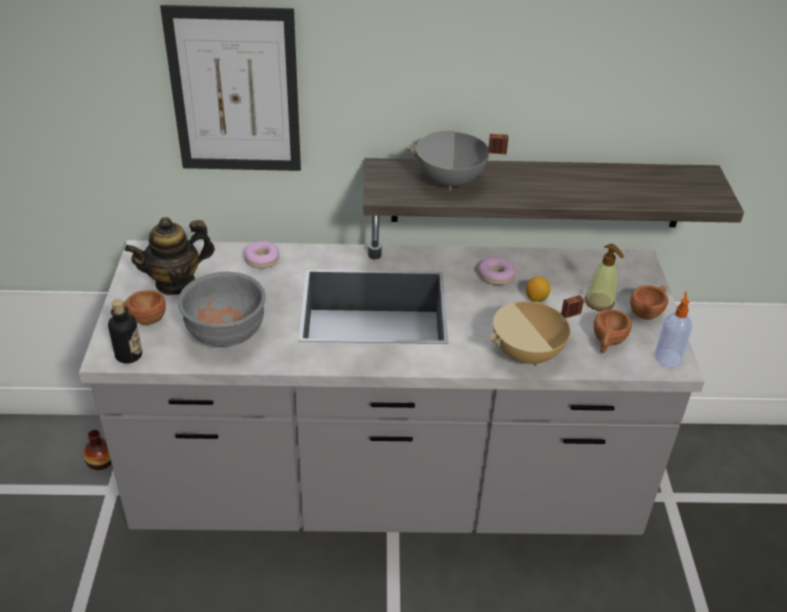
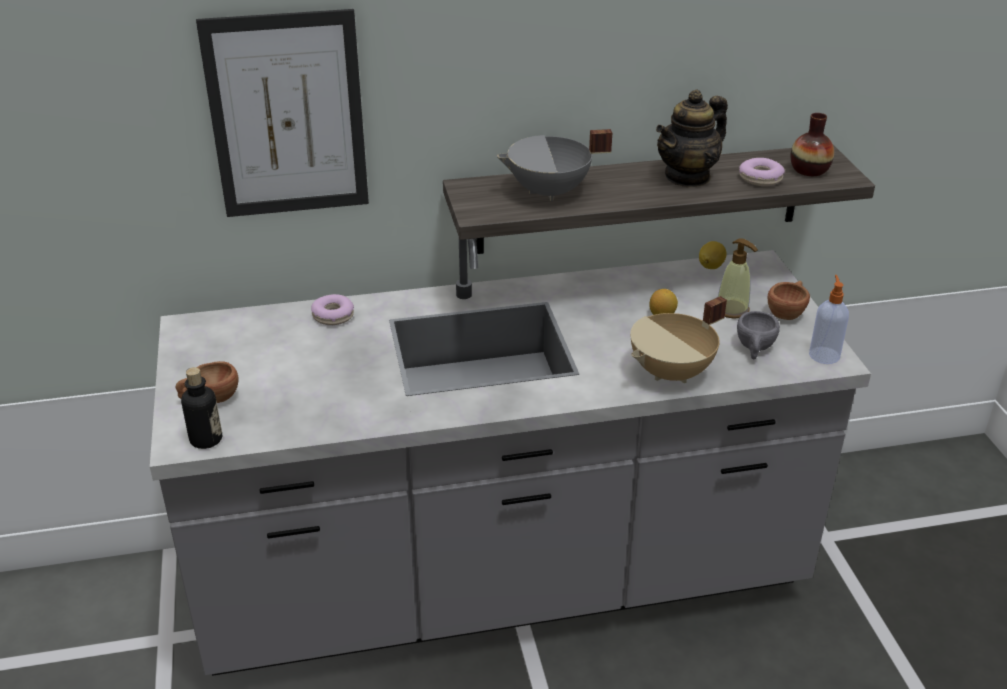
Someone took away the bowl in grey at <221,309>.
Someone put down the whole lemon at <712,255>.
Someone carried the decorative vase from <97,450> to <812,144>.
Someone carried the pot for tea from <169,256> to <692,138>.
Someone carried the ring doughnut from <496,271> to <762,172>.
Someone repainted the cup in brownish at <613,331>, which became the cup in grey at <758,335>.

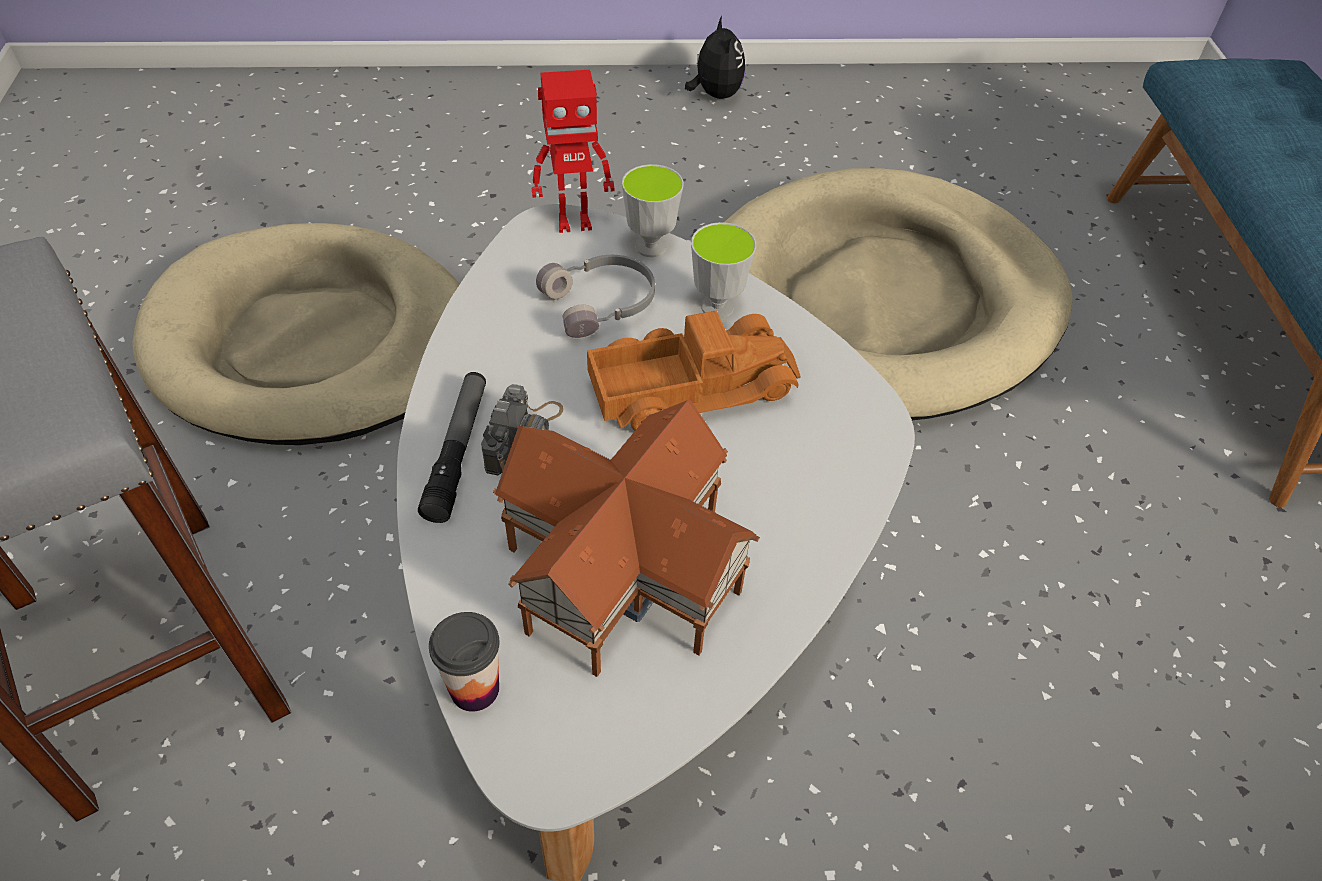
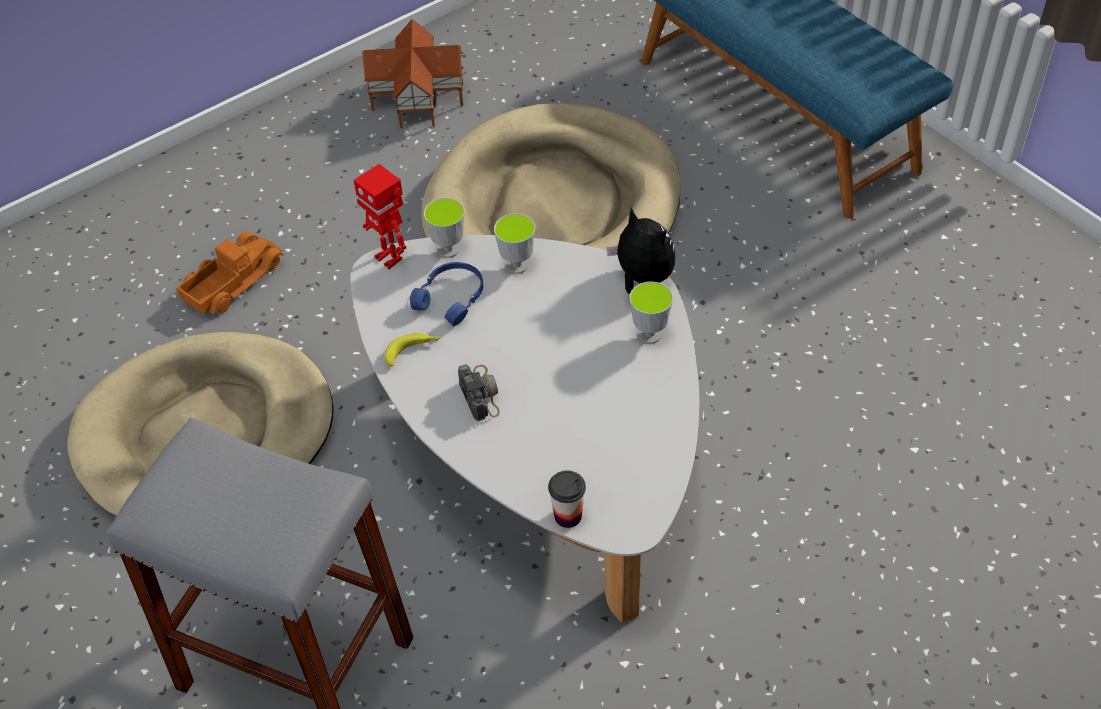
Someone took away the hand torch at <452,447>.
Someone put down the banana fruit at <413,350>.
Someone put down the cup at <651,312>.
Someone carried the miniature house from <626,538> to <412,73>.
Someone carried the model truck from <694,370> to <230,273>.
Someone carried the cuddly toy from <715,57> to <641,251>.
Someone repainted the headset in grey at <595,296>, which became the headset in blue-coloured at <446,294>.
Someone rotated the toy robot at <572,151> by 90 degrees clockwise.

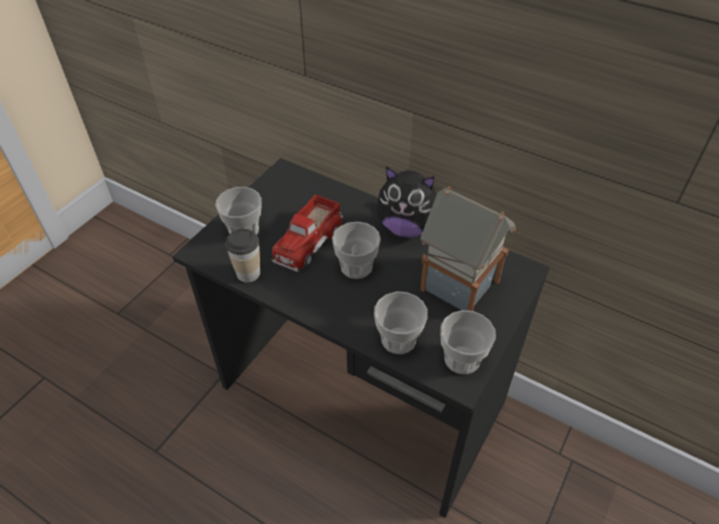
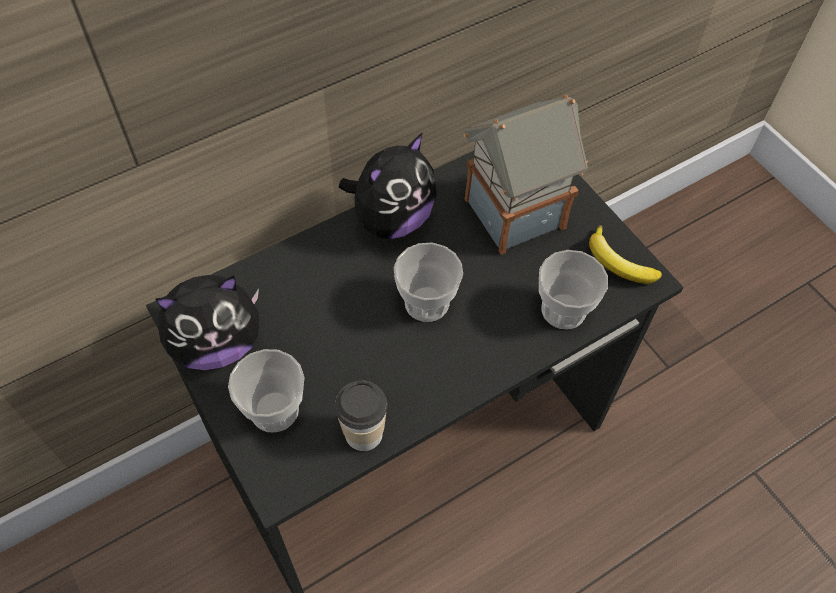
Someone took away the model truck at <307,233>.
Someone put down the cuddly toy at <207,322>.
Someone swapped the cup at <468,342> for the banana fruit at <625,254>.

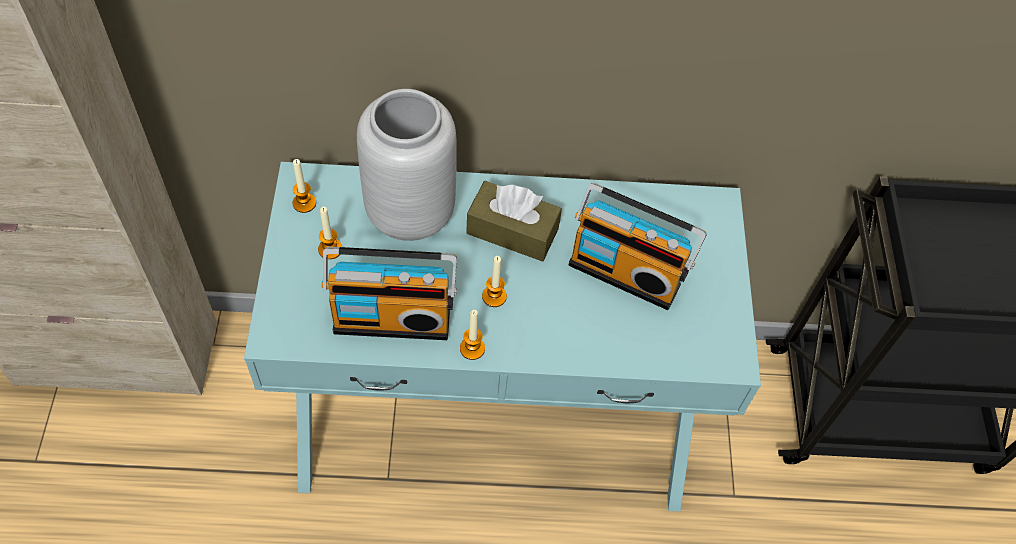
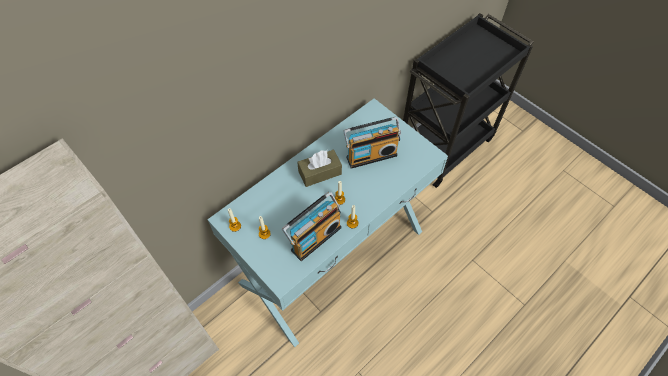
Someone took away the decorative vase in grey at <407,165>.

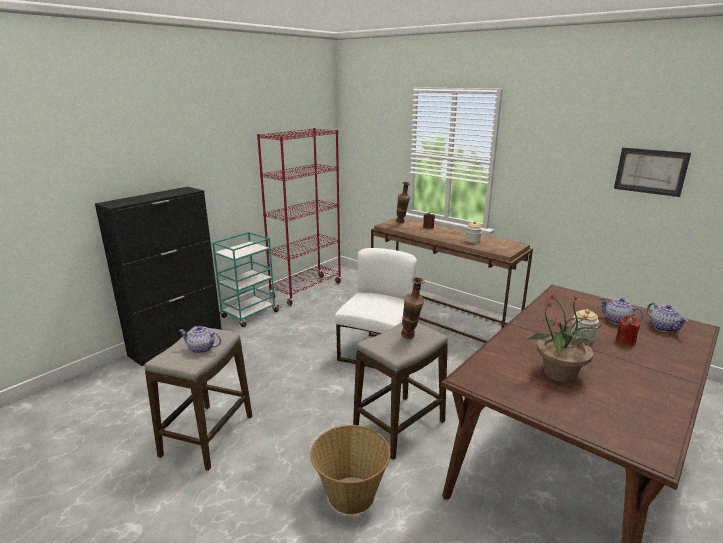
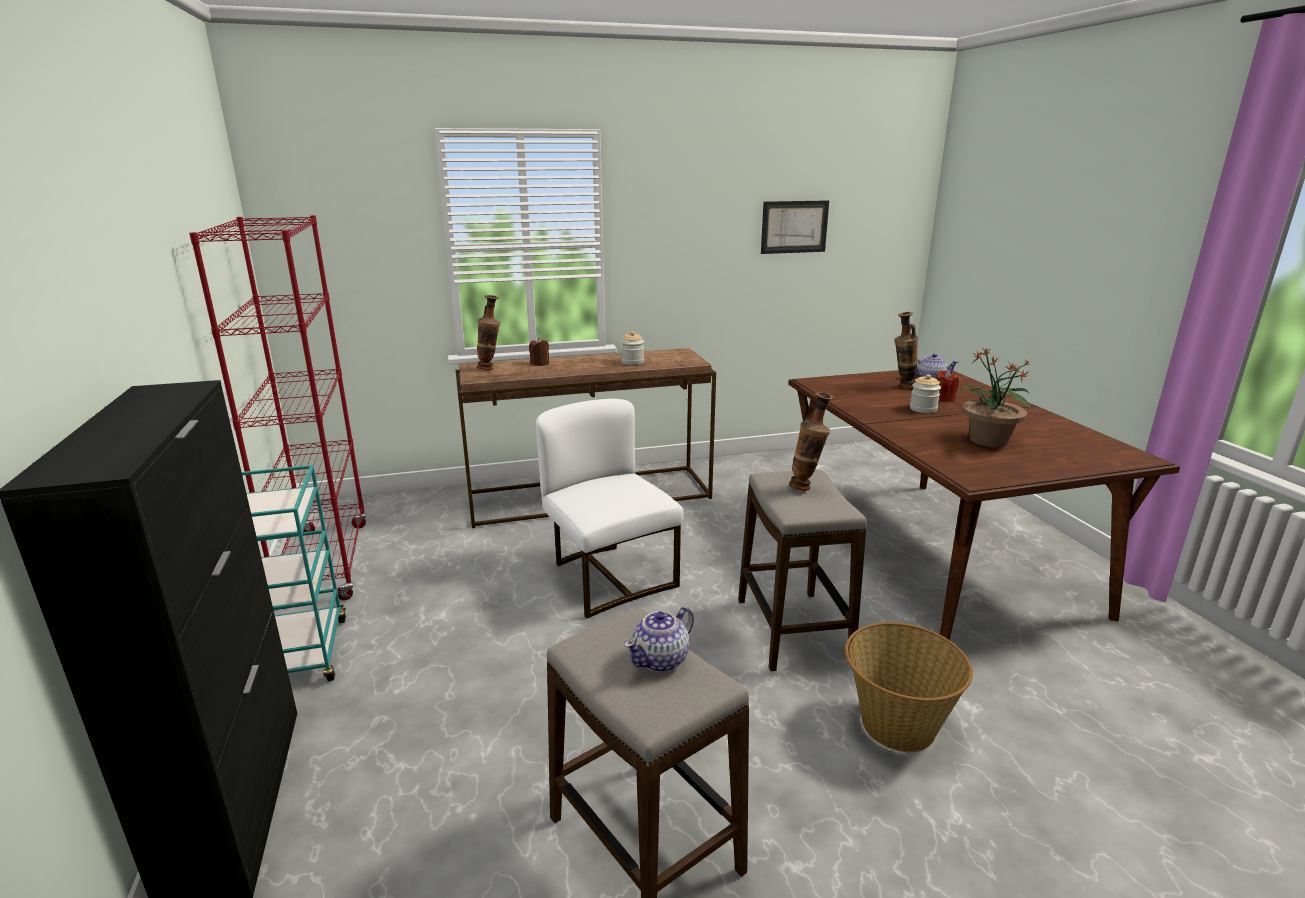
Someone swapped the pot for tea at <622,310> for the decorative vase at <906,350>.

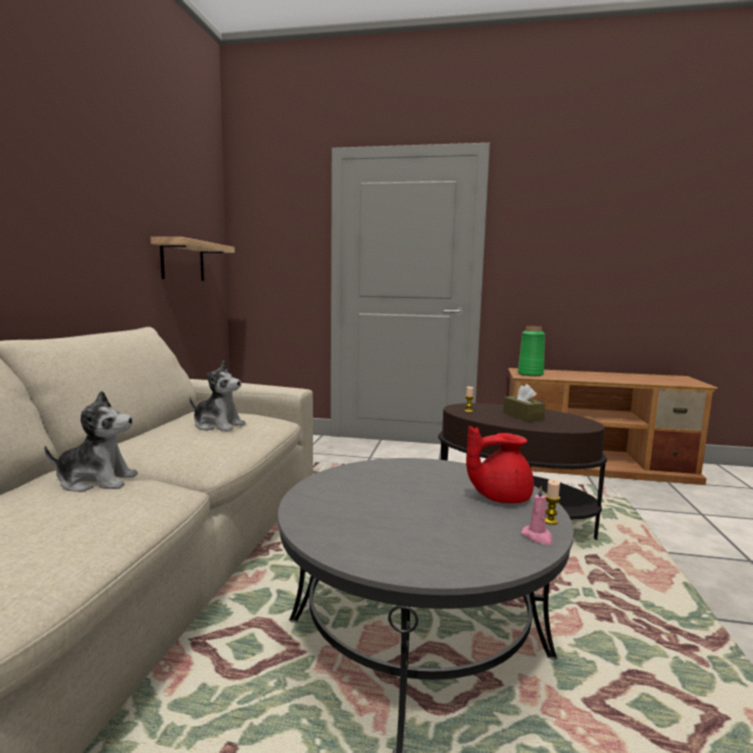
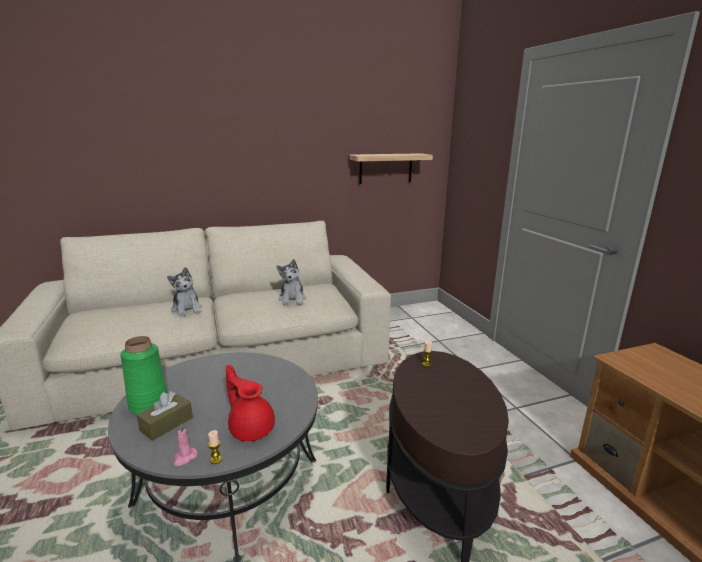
Someone carried the tissue holder in brownish from <524,403> to <165,416>.
Someone carried the decorative vase in greenish from <531,351> to <143,375>.

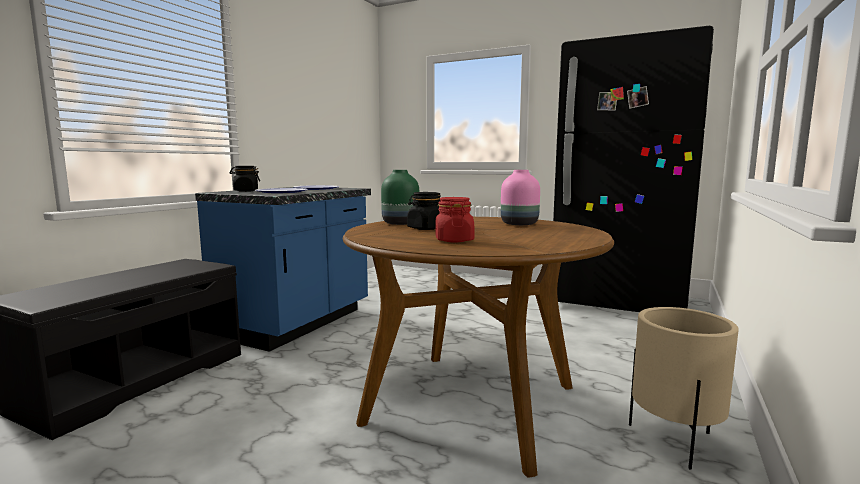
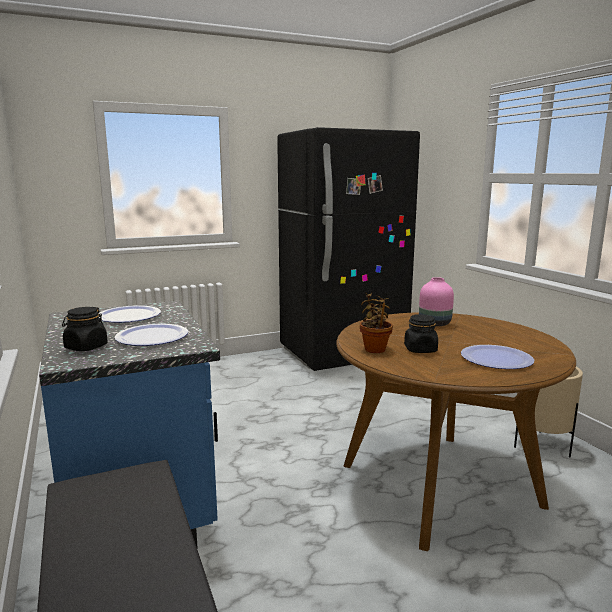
Someone swapped the decorative vase in greenish at <400,197> for the houseplant at <376,323>.
Someone swapped the preserve jar in reddish at <454,219> for the plate at <497,357>.

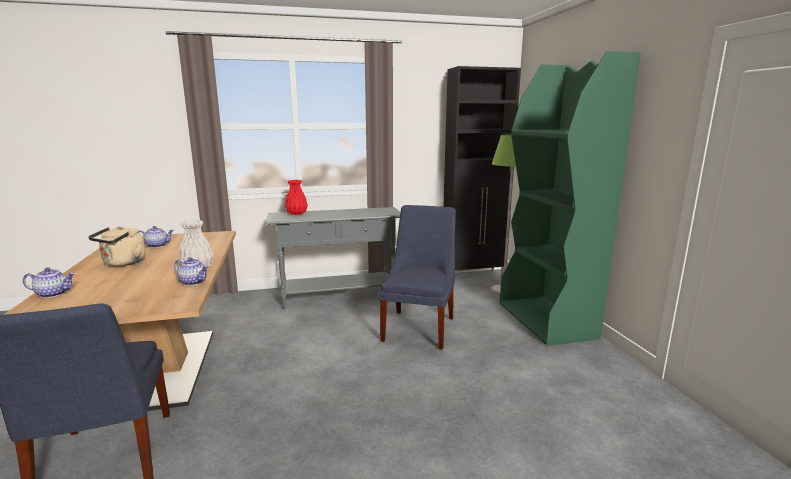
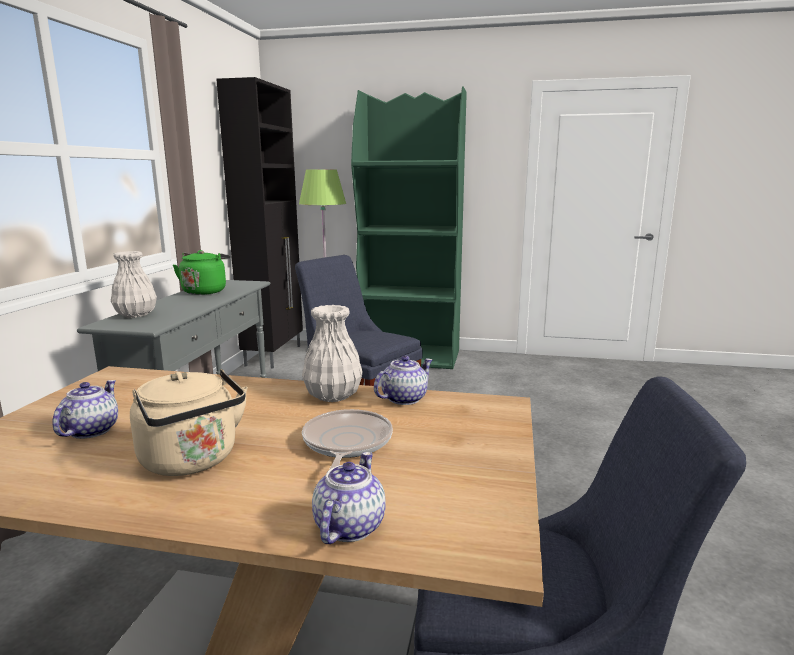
Someone put down the kettle in greenish at <202,272>.
Someone put down the skillet at <347,439>.
Someone repainted the decorative vase in reddish at <296,197>, which became the decorative vase in white at <134,284>.

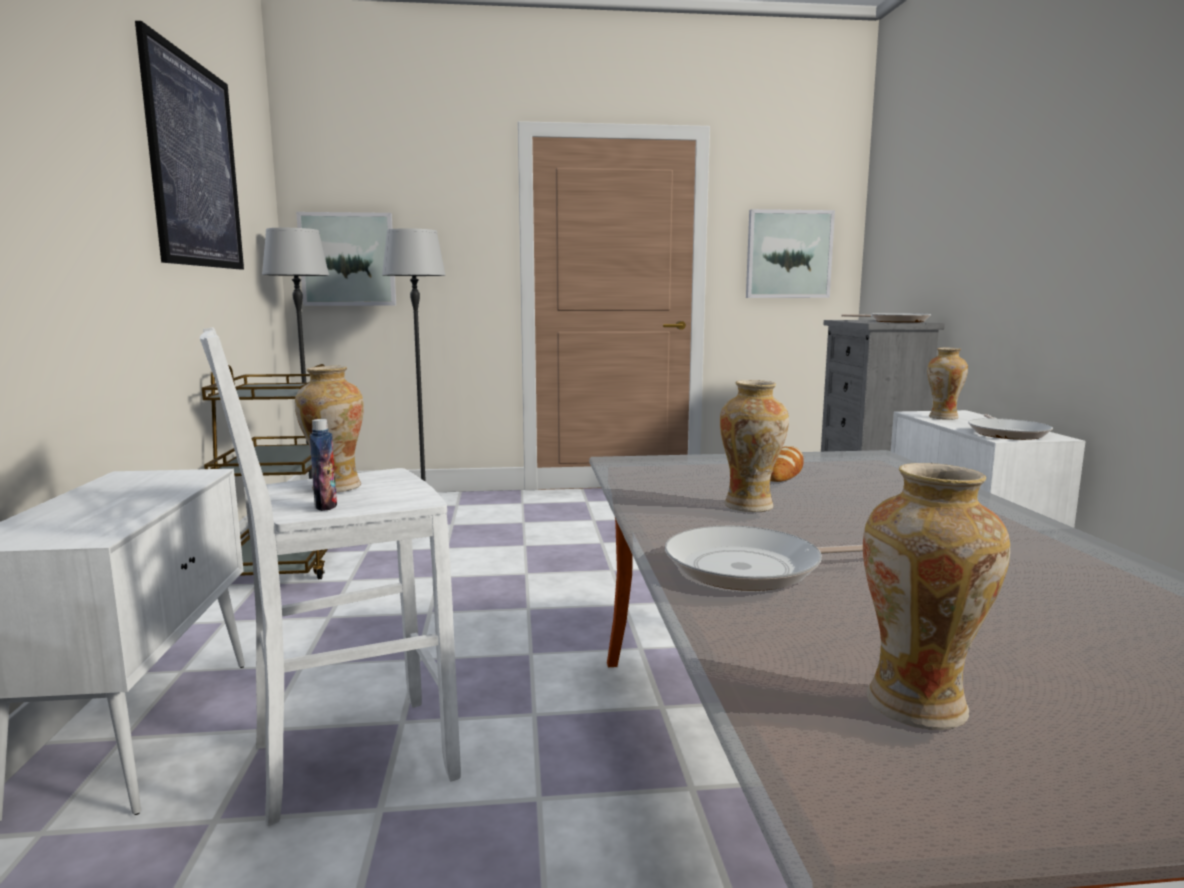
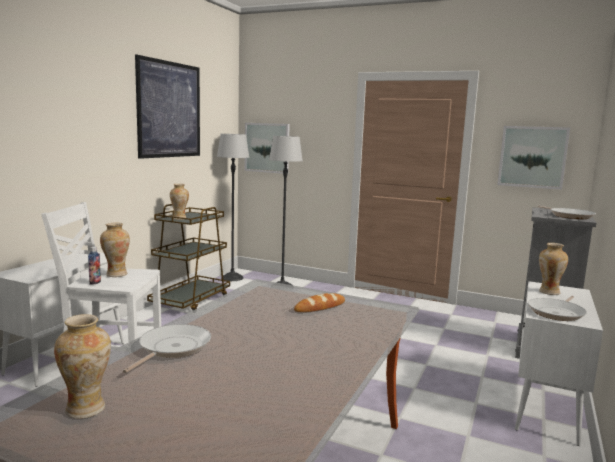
Someone carried the decorative vase from <754,446> to <179,202>.
Someone rotated the skillet at <764,558> by 90 degrees clockwise.

